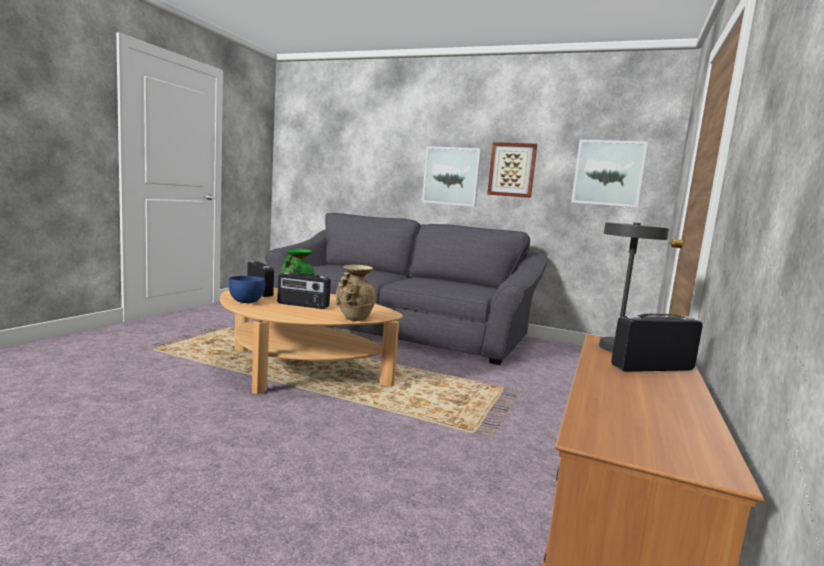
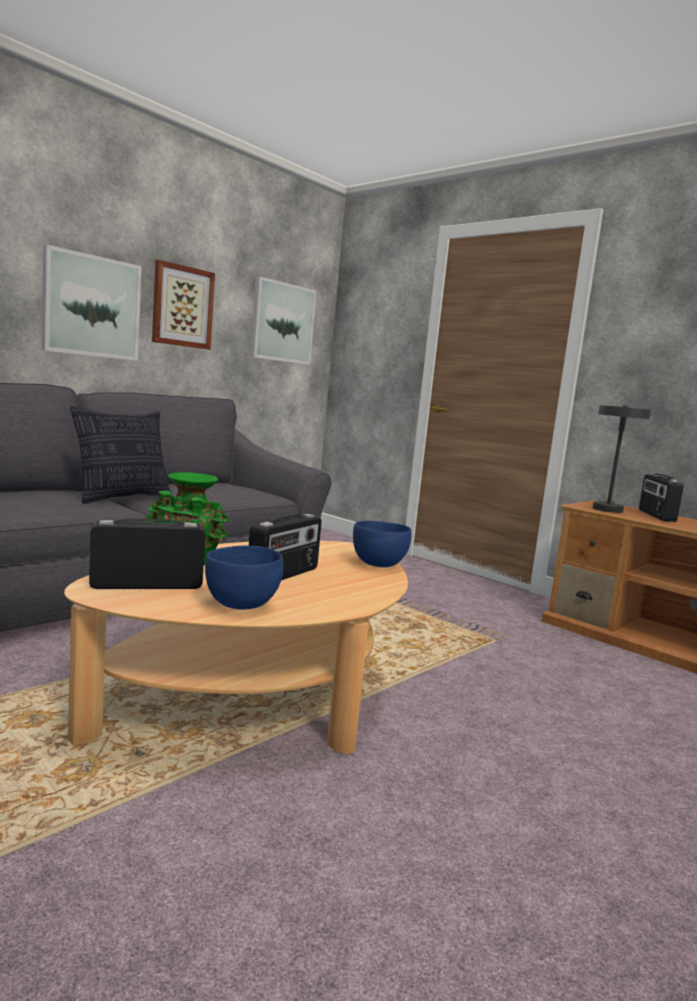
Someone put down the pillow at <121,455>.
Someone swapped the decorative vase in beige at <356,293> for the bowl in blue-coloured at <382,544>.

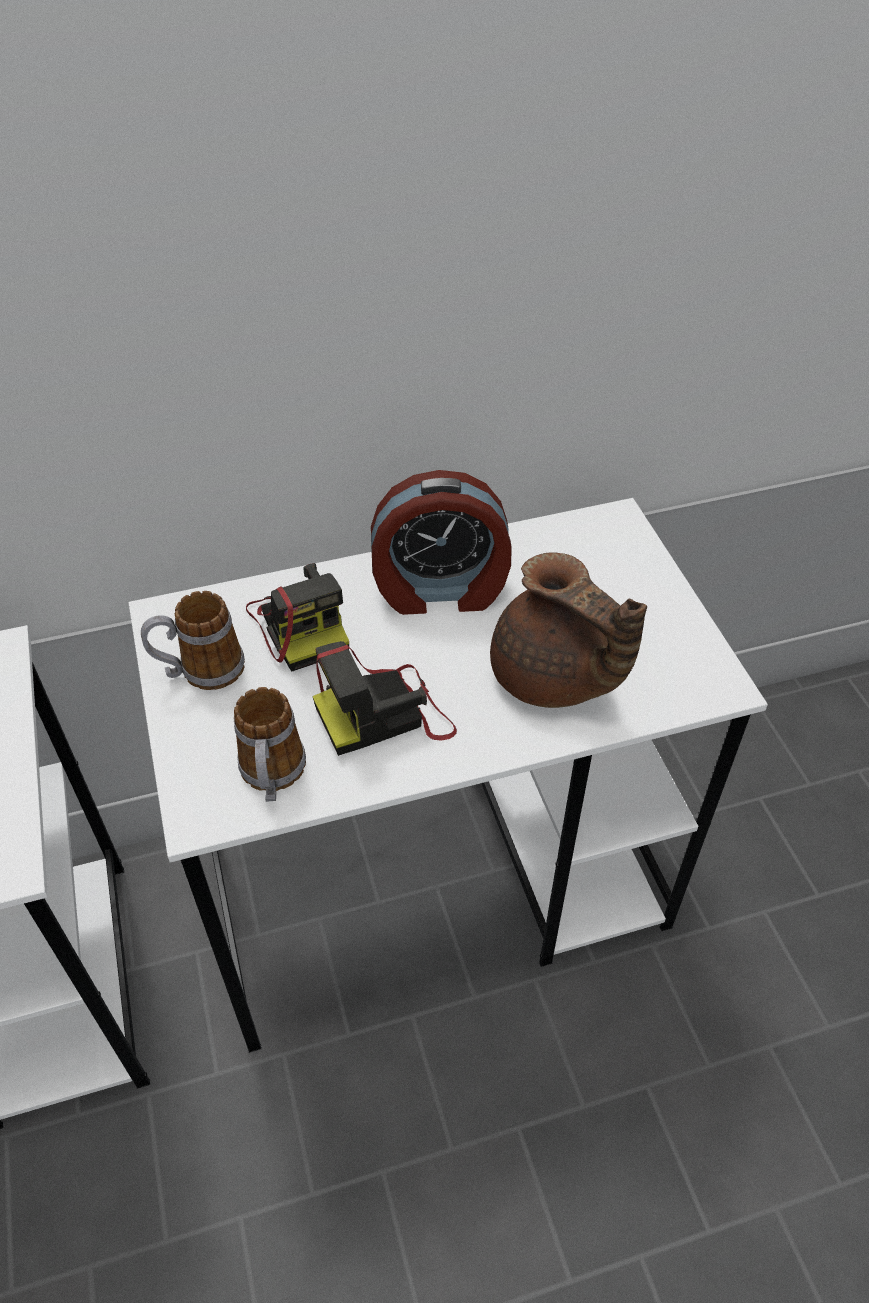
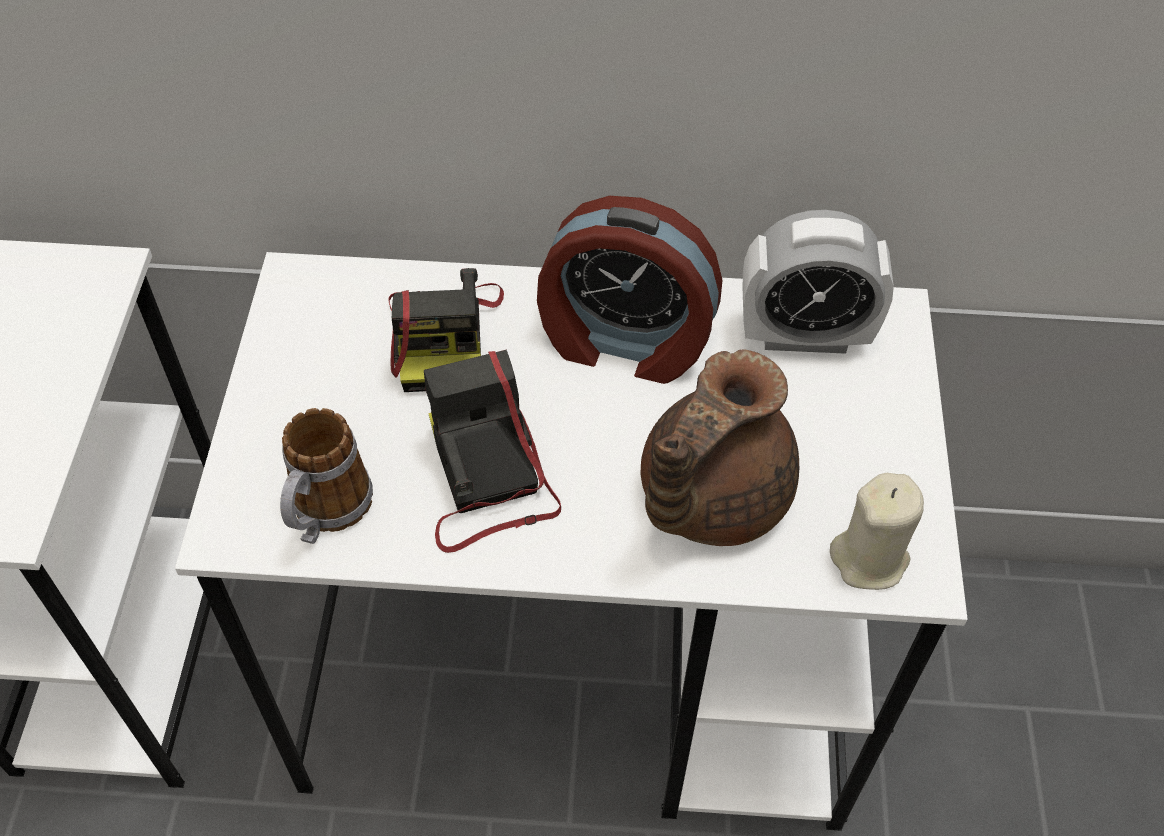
Someone took away the tea mug at <193,640>.
Someone put down the bedside clock at <818,282>.
Someone put down the wax light in beige at <877,531>.
Someone rotated the photo camera at <384,698> by 75 degrees clockwise.
Someone rotated the pot for tea in brownish at <568,630> by 60 degrees clockwise.

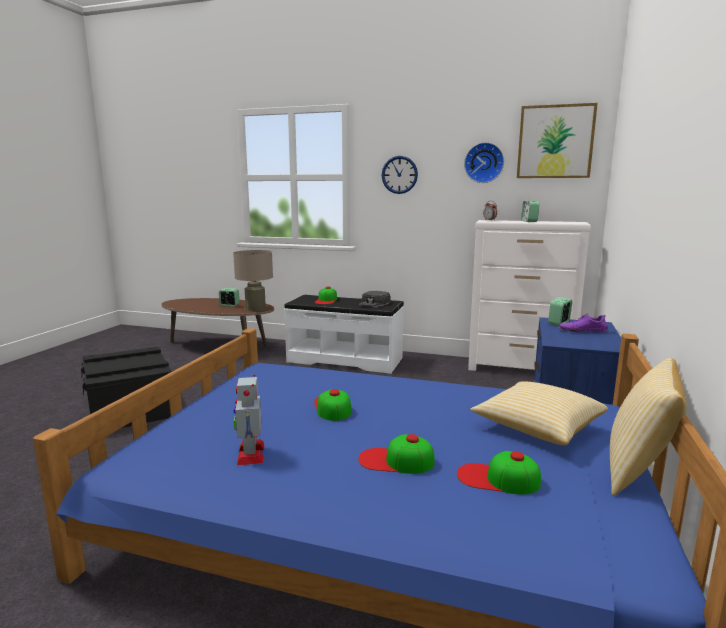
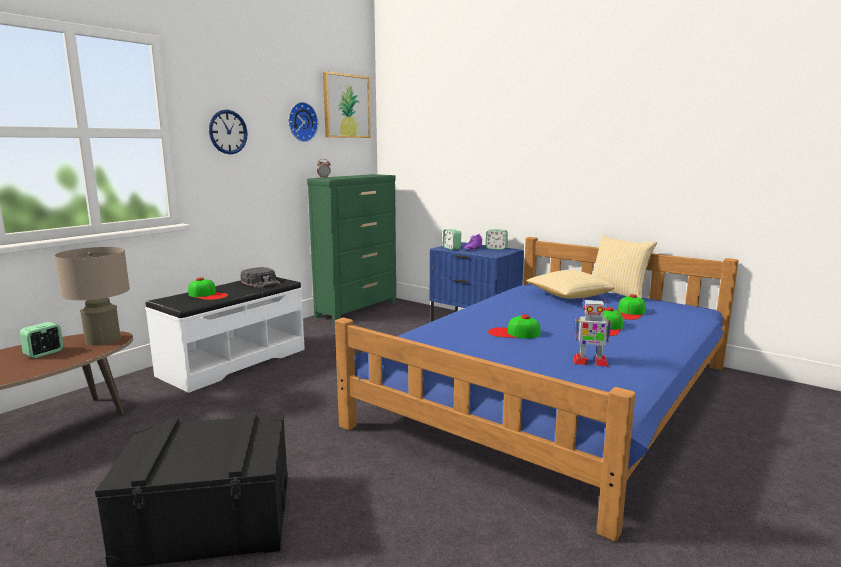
Someone carried the bedside clock from <530,211> to <497,239>.
Someone repainted the drawer chest in white at <529,295>, which became the drawer chest in greenish at <351,248>.

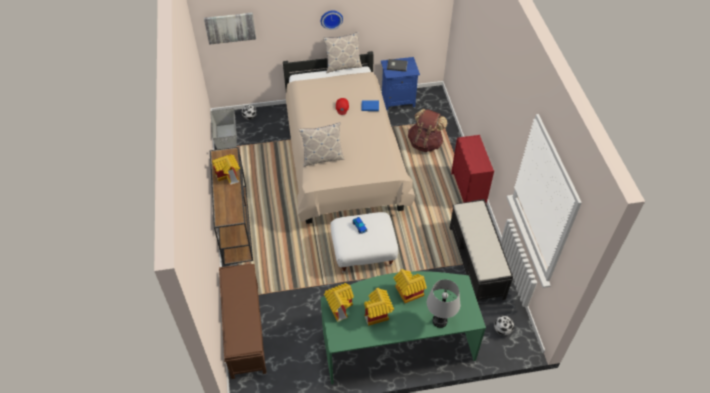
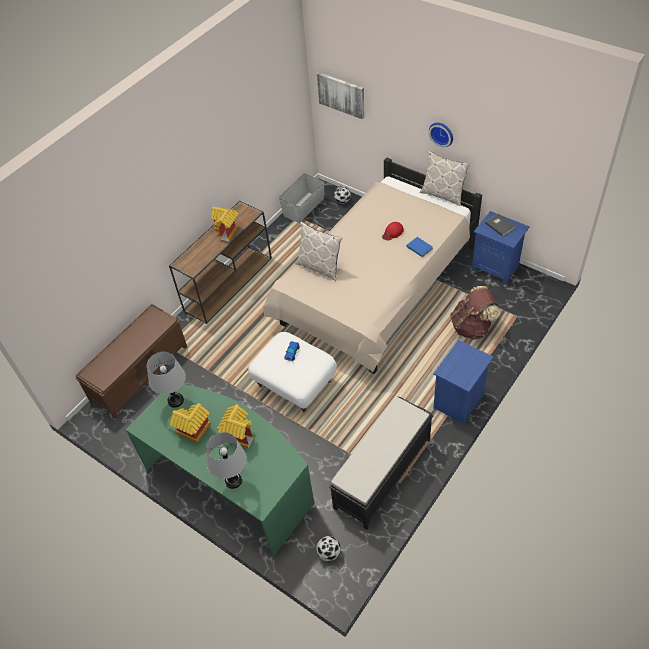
Someone swapped the miniature house at <339,302> for the lamp for a table in grey at <166,380>.
Someone swapped the drawer chest in reddish at <472,169> for the bedside table in blue-coloured at <463,382>.

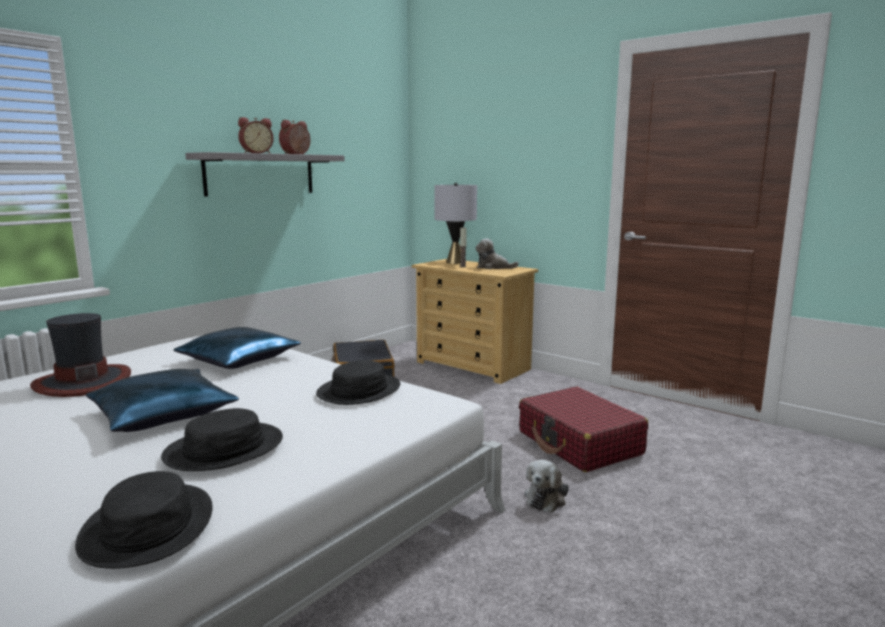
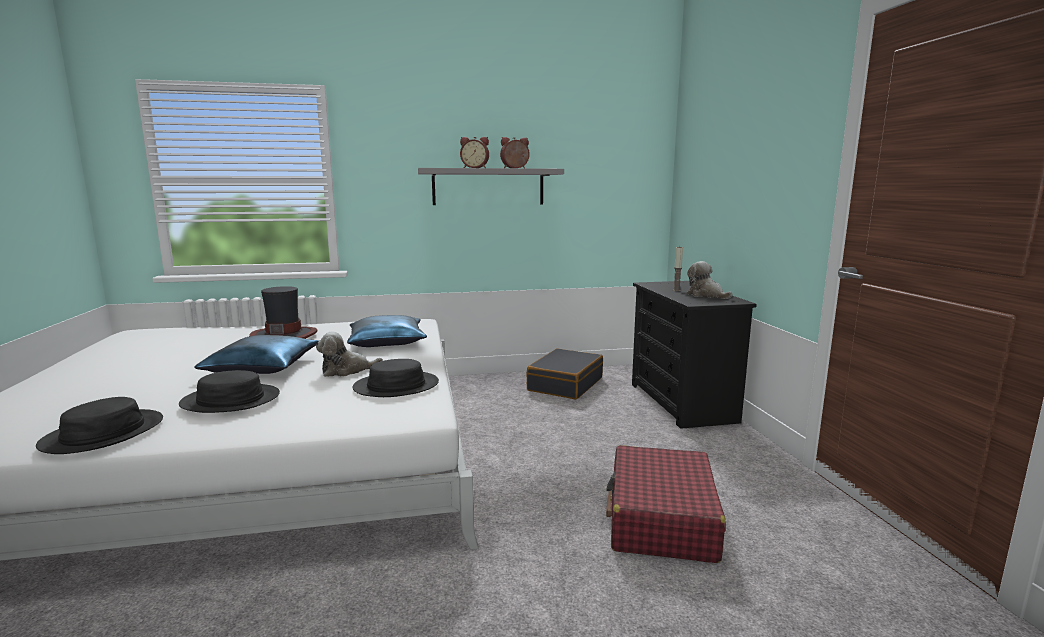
Someone took away the lamp for a table in grey at <455,223>.
Someone carried the cuddly toy from <546,486> to <349,354>.
Someone repainted the drawer chest in beige at <475,321>, which became the drawer chest in black at <694,355>.

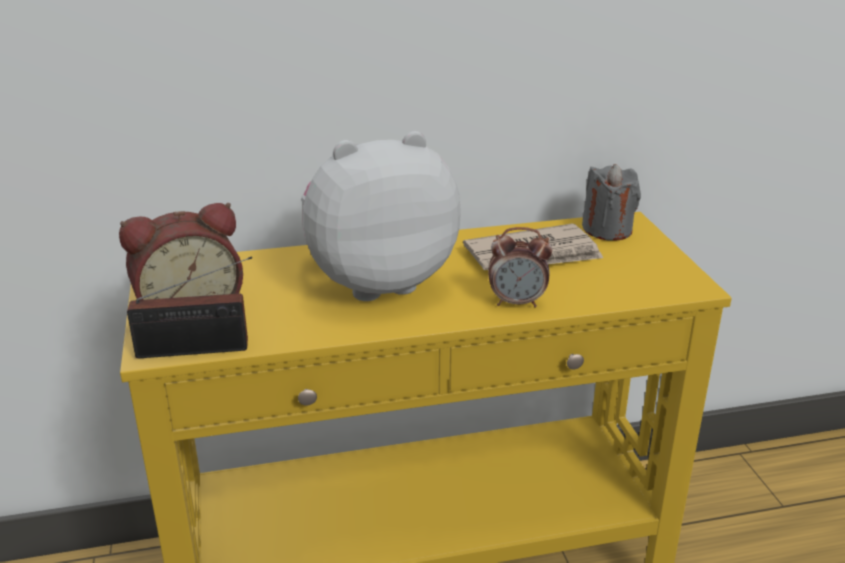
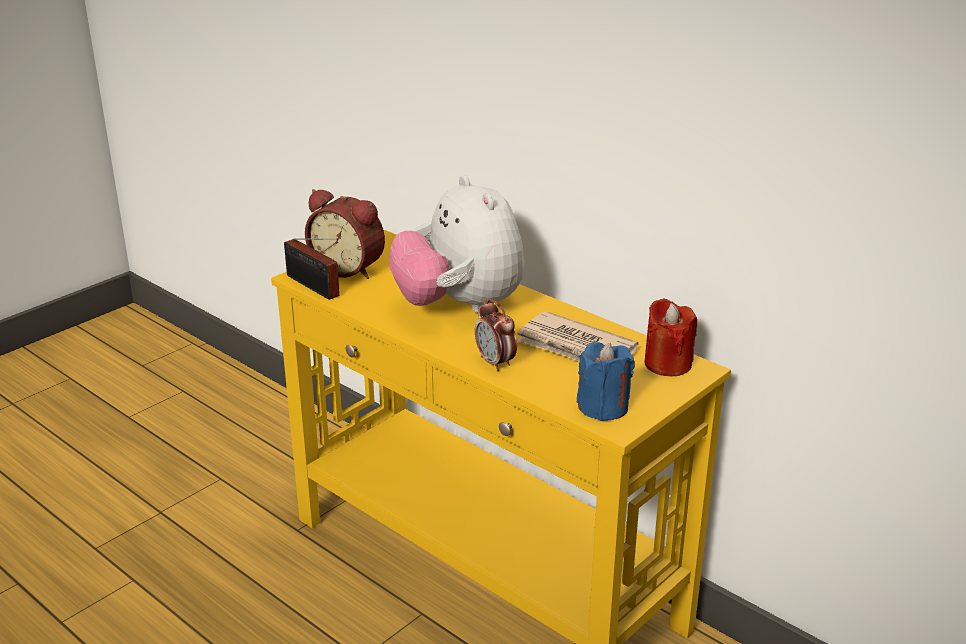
Someone put down the wax light in blue-coloured at <606,381>.
Someone repainted the wax light in grey at <611,202>, which became the wax light in reddish at <670,337>.
Someone rotated the cuddly toy at <381,216> by 150 degrees counterclockwise.

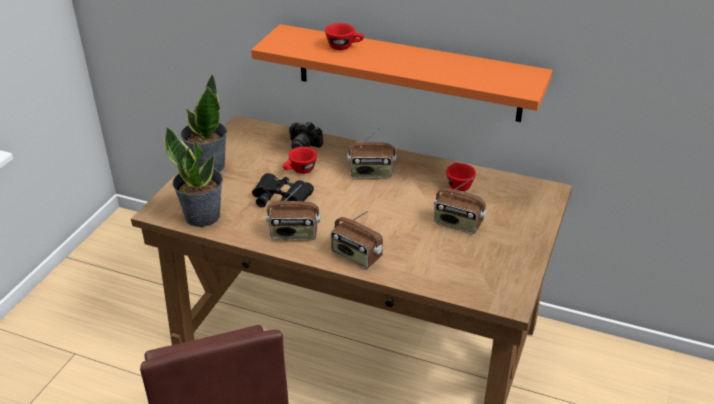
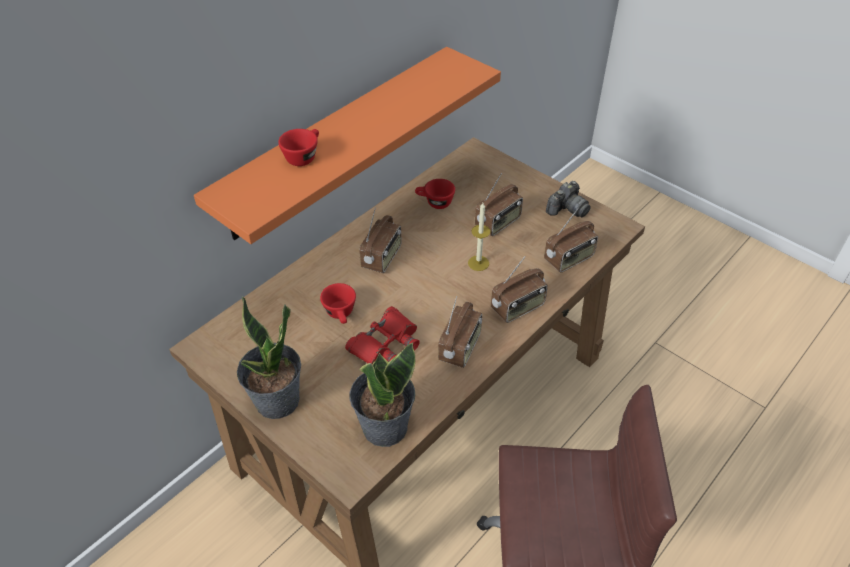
Someone put down the wax light at <479,237>.
Someone put down the radio set at <571,240>.
Someone carried the photo camera from <306,135> to <568,199>.
Someone repainted the field glasses in black at <283,190>, which became the field glasses in reddish at <382,335>.

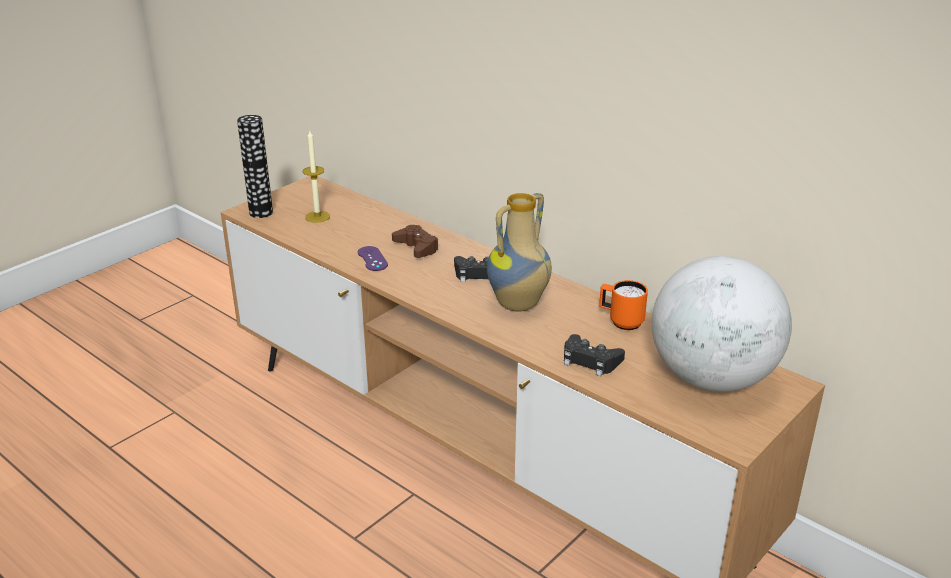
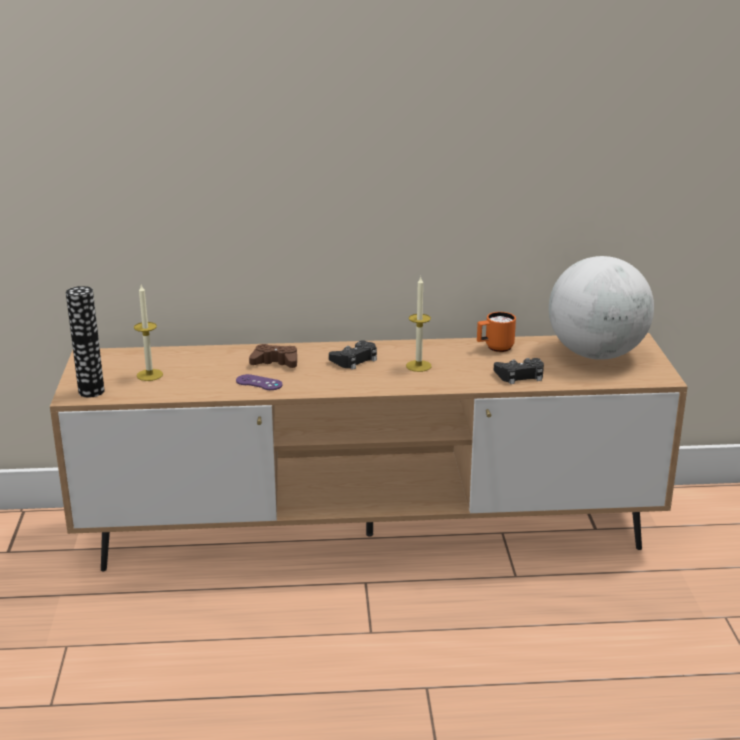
Someone swapped the decorative vase at <519,252> for the wax light at <419,324>.

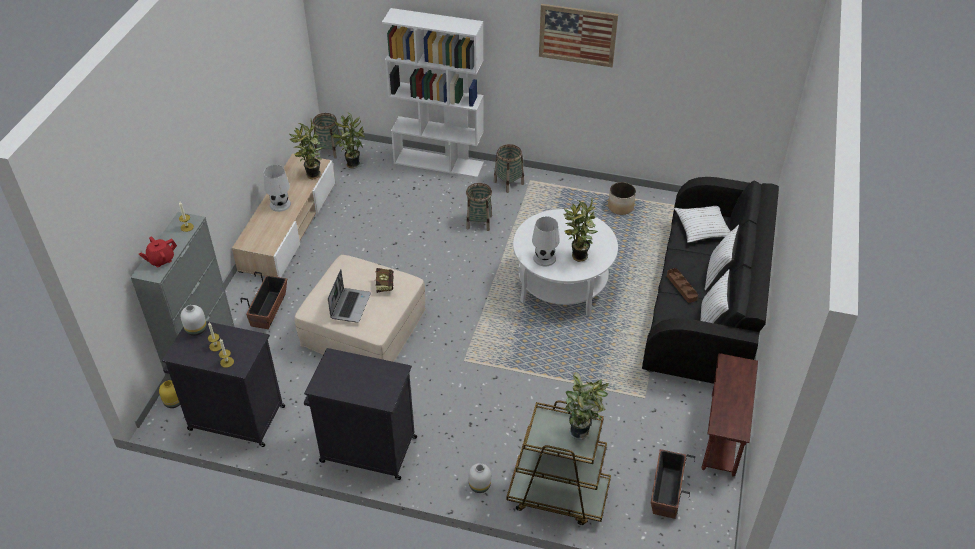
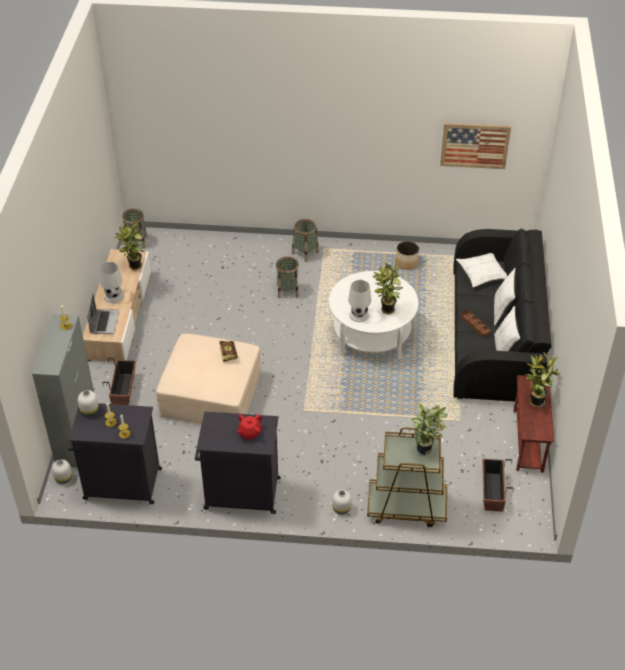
Someone took away the bookshelf in white at <433,93>.
Someone carried the pot for tea in reddish from <158,252> to <249,427>.
Someone carried the laptop from <349,296> to <103,314>.
Someone carried the houseplant from <348,141> to <542,379>.
Someone carried the wall art from <578,35> to <475,146>.
Someone repainted the decorative vase in yellow at <169,394>, which became the decorative vase in white at <62,471>.

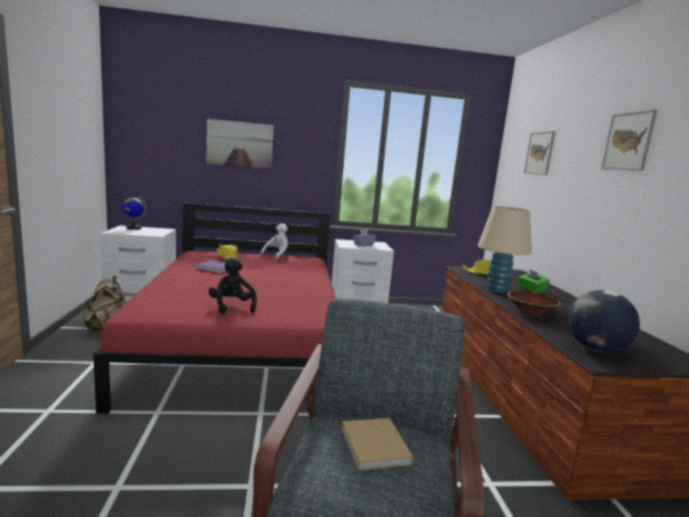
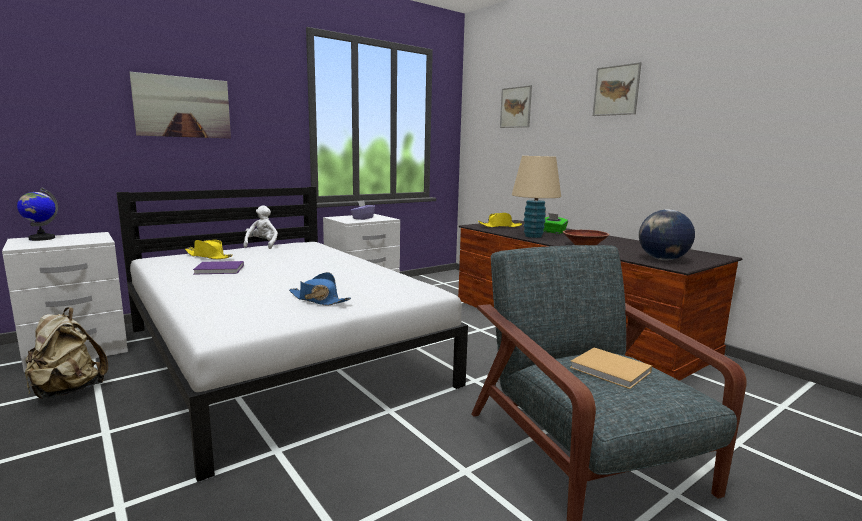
Someone swapped the cuddly toy in black at <233,286> for the hat in blue-coloured at <320,289>.
Someone repainted the bed in reddish at <214,308>, which became the bed in white at <292,334>.

